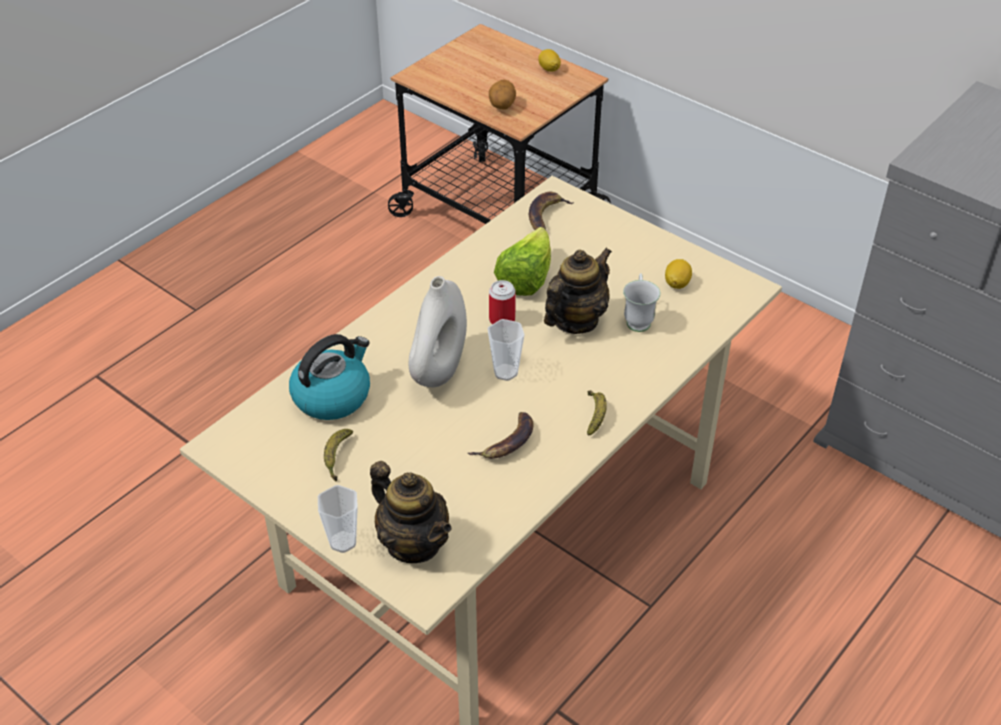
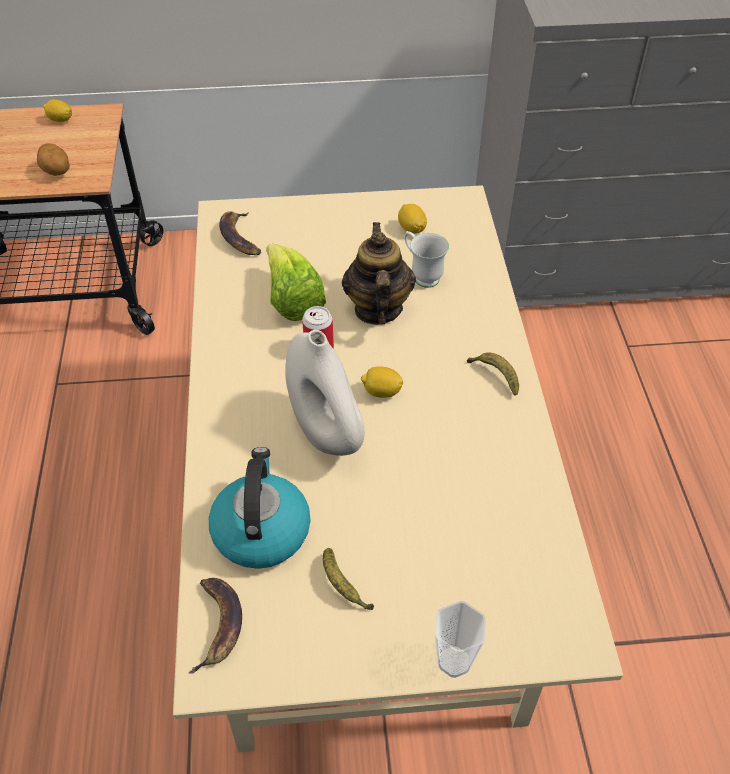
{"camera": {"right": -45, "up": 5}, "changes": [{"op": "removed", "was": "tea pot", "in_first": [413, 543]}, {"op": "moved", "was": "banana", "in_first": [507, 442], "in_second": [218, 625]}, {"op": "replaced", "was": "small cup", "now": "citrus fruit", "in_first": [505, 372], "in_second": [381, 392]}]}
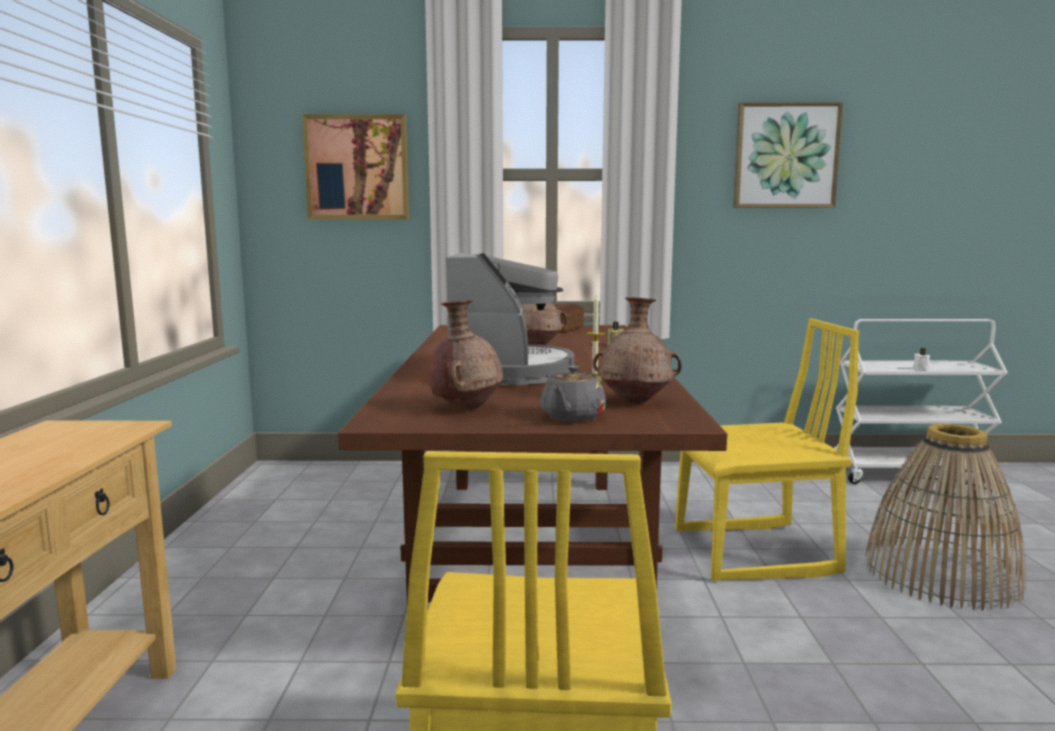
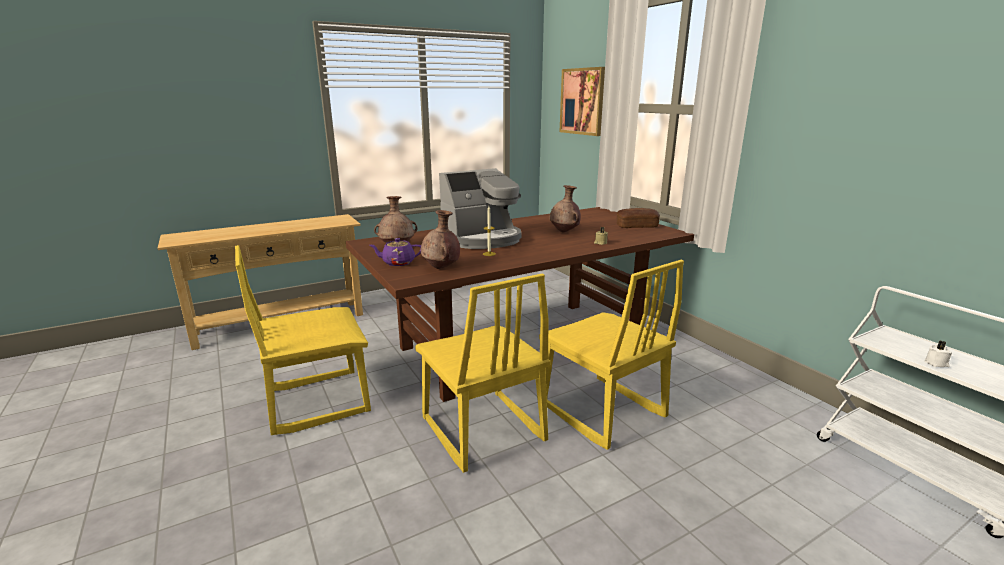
{"camera": {"right": 60, "up": 10}, "changes": [{"op": "removed", "was": "wall art", "in_first": [785, 156]}, {"op": "removed", "was": "storage basket", "in_first": [941, 574]}, {"op": "added", "now": "chair (yellowish)", "in_second": [481, 430]}, {"op": "recoloured", "was": "tea pot (gray)", "now": "tea pot (purple)", "in_first": [572, 417], "in_second": [398, 263]}]}
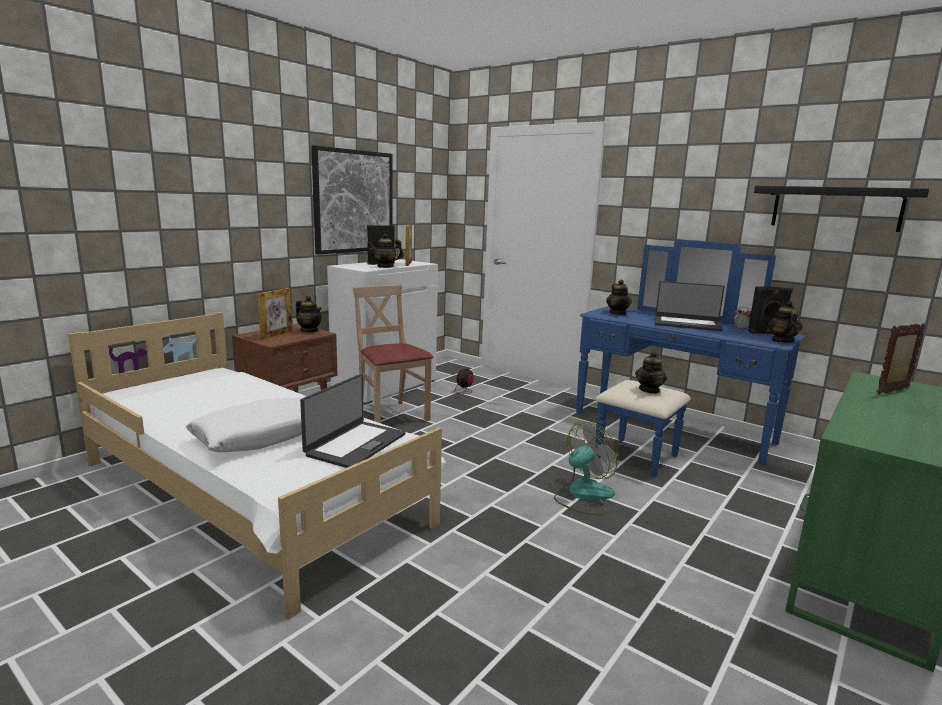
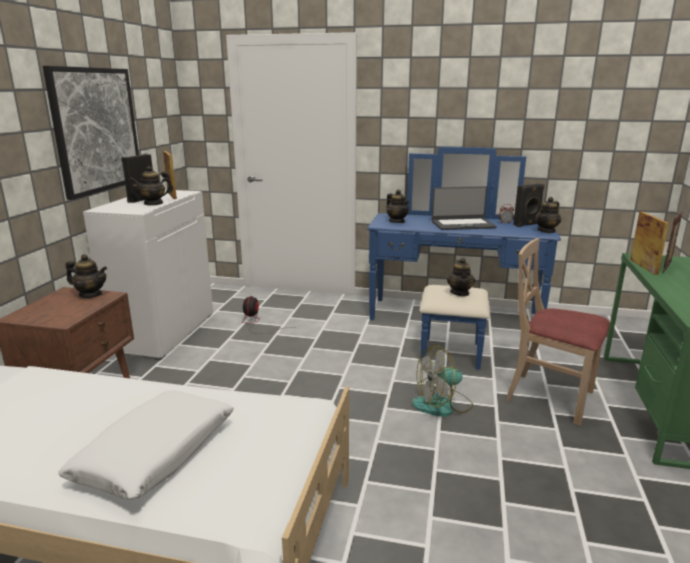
{"camera": {"right": -25, "up": 5}, "changes": [{"op": "removed", "was": "laptop", "in_first": [355, 444]}, {"op": "removed", "was": "shelf (black-coloured)", "in_first": [835, 208]}, {"op": "moved", "was": "standing frame", "in_first": [276, 334], "in_second": [643, 267]}, {"op": "moved", "was": "chair (sand-coloured)", "in_first": [391, 415], "in_second": [549, 397]}, {"op": "turned", "was": "fan", "in_first": [583, 495], "in_second": [442, 405], "clockwise": -135}, {"op": "turned", "was": "tea pot", "in_first": [782, 341], "in_second": [546, 231], "clockwise": -120}]}
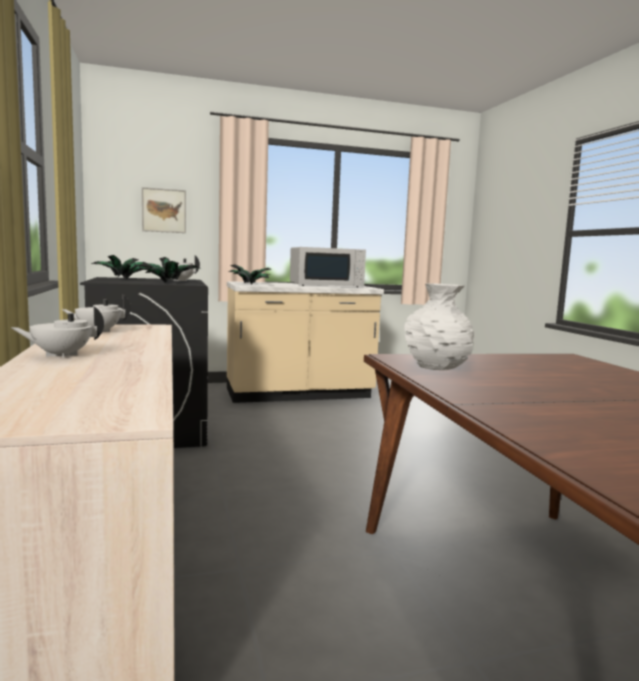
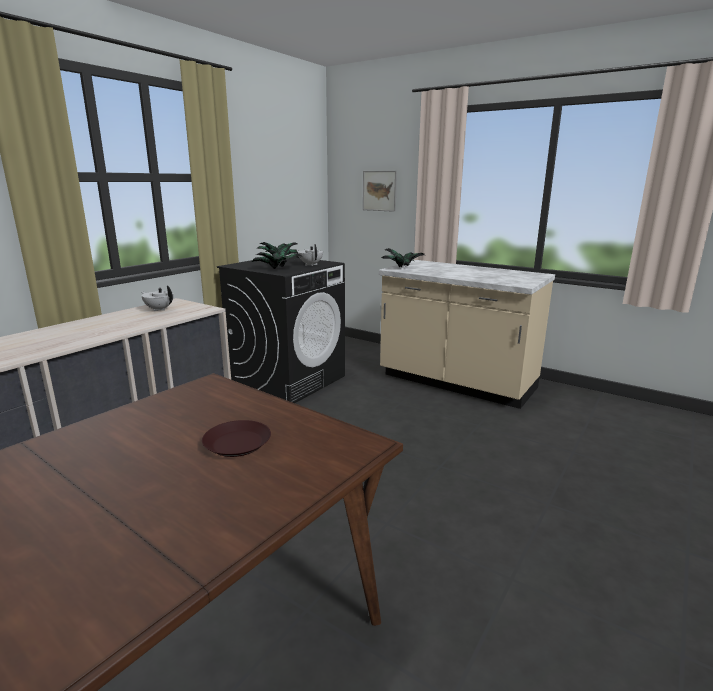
{"camera": {"right": 50, "up": 10}, "changes": [{"op": "removed", "was": "tea pot (whitish)", "in_first": [61, 355]}, {"op": "removed", "was": "microwave (whitish)", "in_first": [326, 285]}, {"op": "removed", "was": "flower vase (whitish)", "in_first": [437, 367]}, {"op": "added", "now": "plate (brownish)", "in_second": [236, 444]}]}
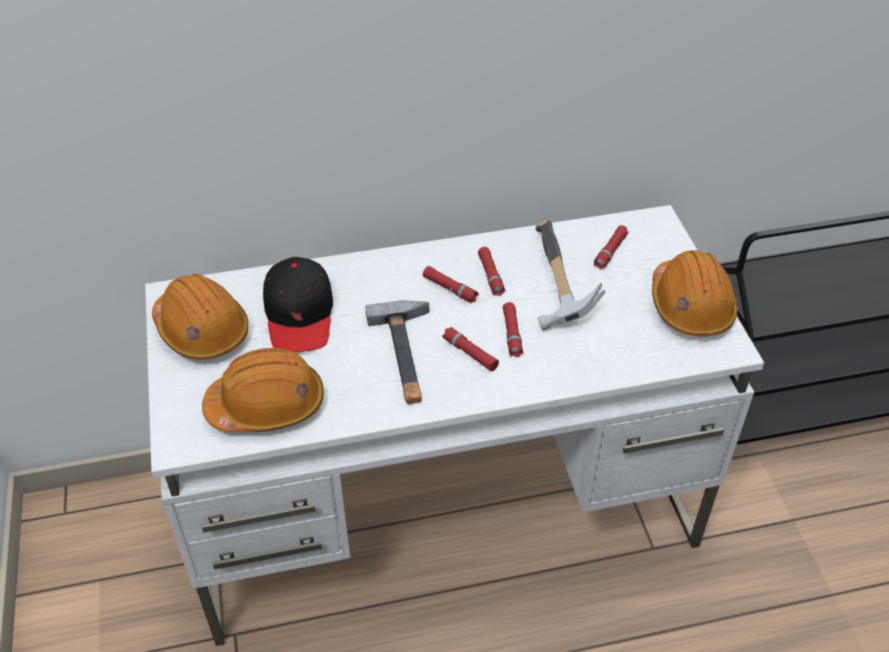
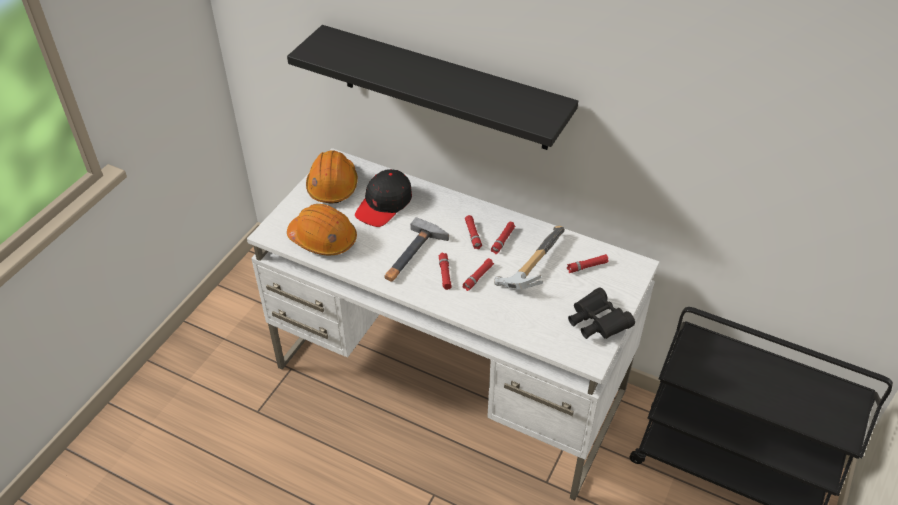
{"camera": {"right": 40, "up": 0}, "changes": [{"op": "added", "now": "shelf (black-coloured)", "in_second": [444, 88]}, {"op": "replaced", "was": "work helmet (orangey)", "now": "pair of binoculars (black-coloured)", "in_first": [690, 306], "in_second": [596, 323]}]}
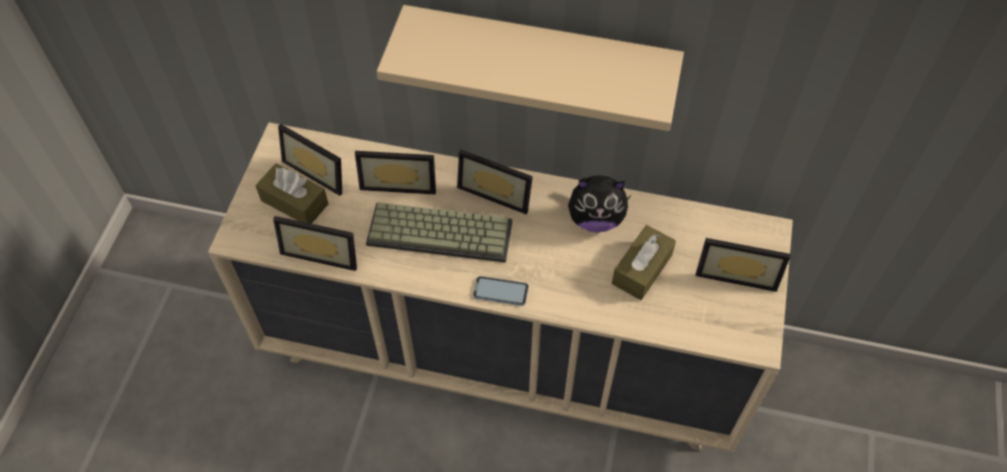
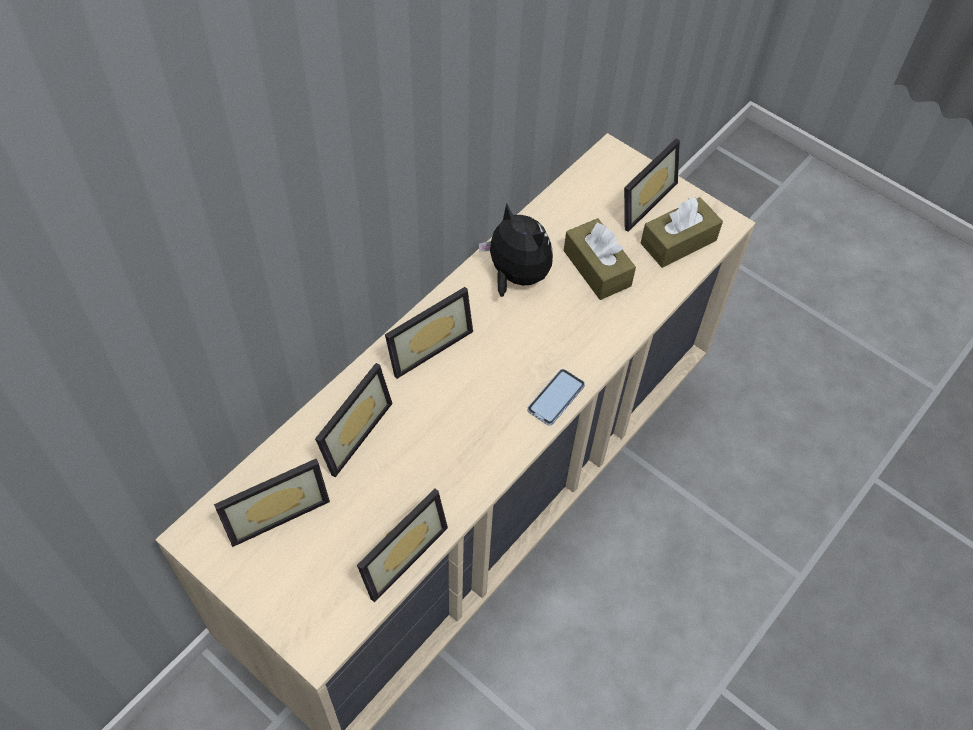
{"camera": {"right": -65, "up": 0}, "changes": [{"op": "removed", "was": "PC keyboard", "in_first": [441, 231]}, {"op": "removed", "was": "shelf (sand-coloured)", "in_first": [539, 59]}, {"op": "moved", "was": "box of tissues (brownish)", "in_first": [294, 202], "in_second": [678, 242]}, {"op": "turned", "was": "cuddly toy", "in_first": [595, 219], "in_second": [516, 276], "clockwise": -75}]}
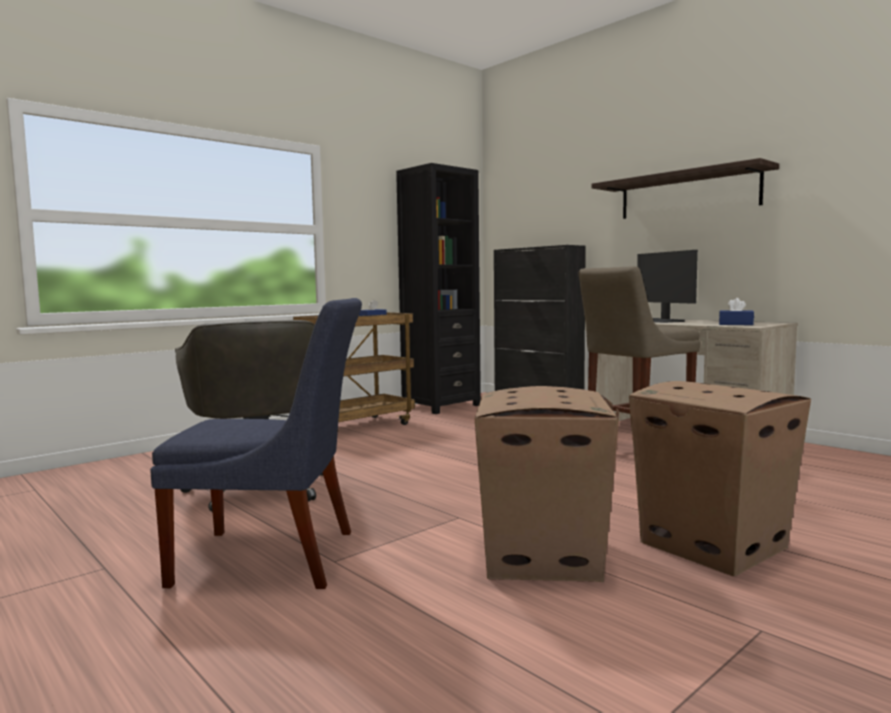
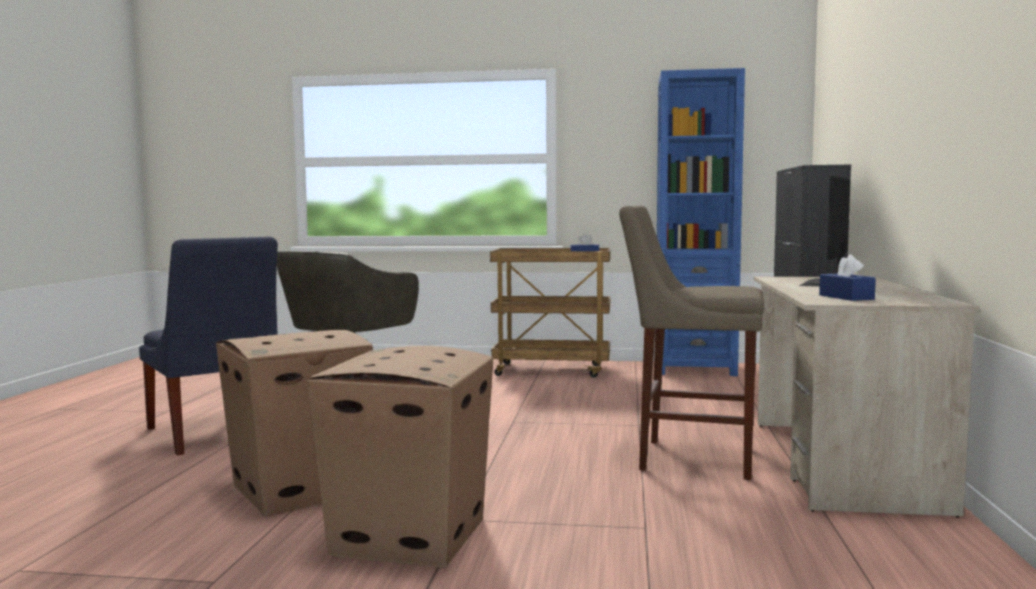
{"camera": {"right": 50, "up": 0}, "changes": [{"op": "removed", "was": "shelf", "in_first": [687, 194]}, {"op": "recoloured", "was": "bookshelf (black-coloured)", "now": "bookshelf (blue)", "in_first": [441, 406], "in_second": [694, 368]}]}
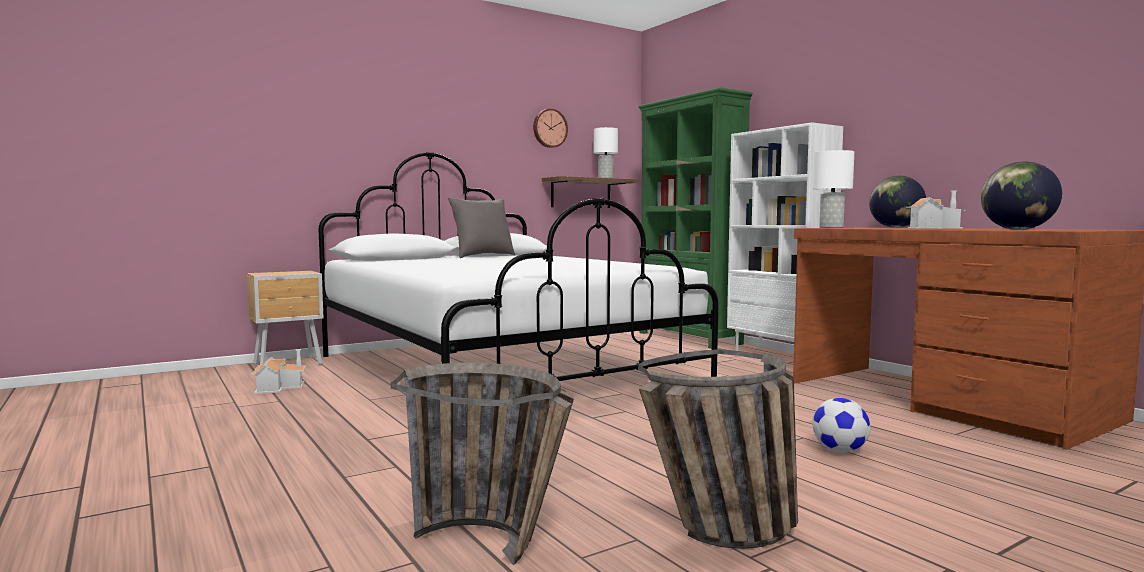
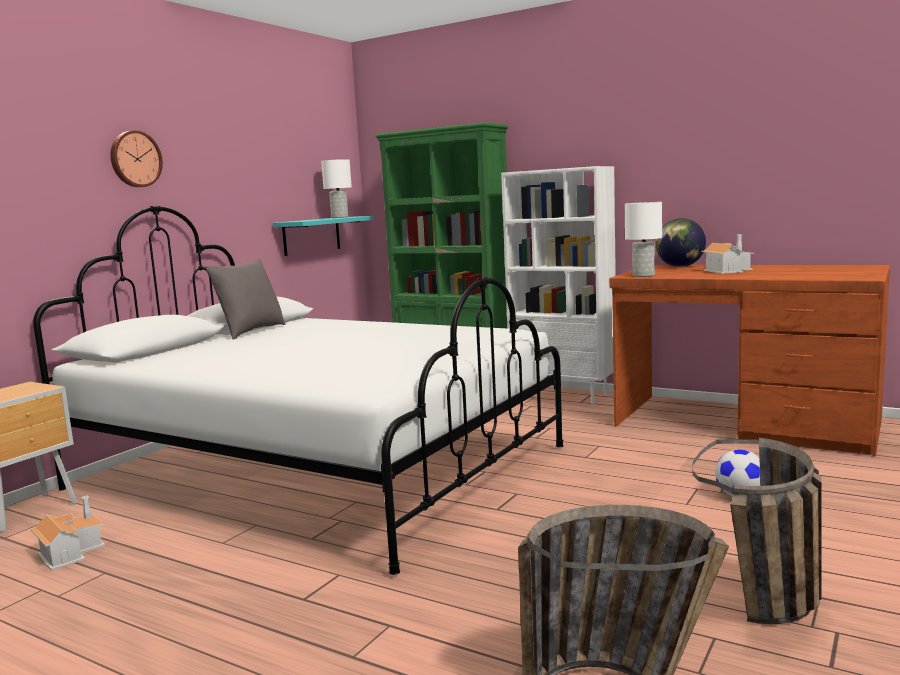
{"camera": {"right": -25, "up": 5}, "changes": [{"op": "removed", "was": "desk globe", "in_first": [1017, 229]}, {"op": "moved", "was": "wall clock", "in_first": [549, 128], "in_second": [135, 159]}, {"op": "recoloured", "was": "shelf (brownish)", "now": "shelf (blue-green)", "in_first": [581, 193], "in_second": [311, 236]}]}
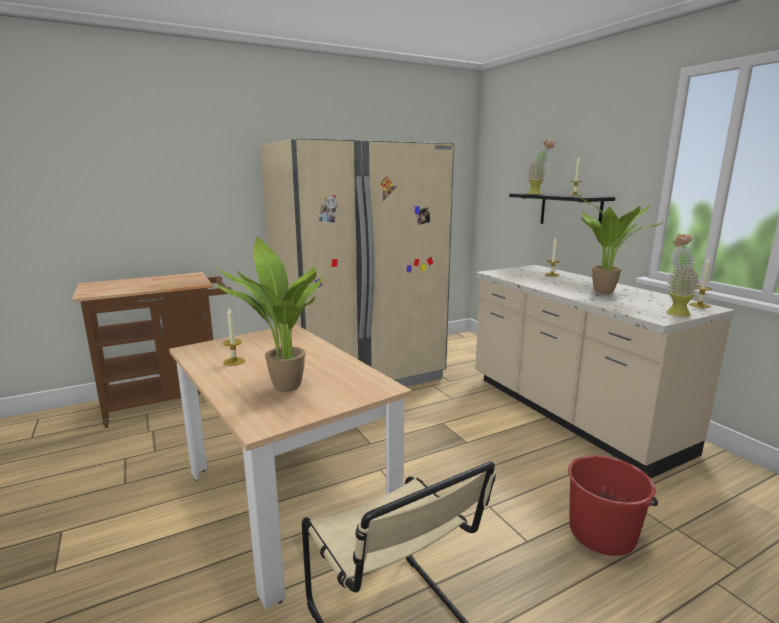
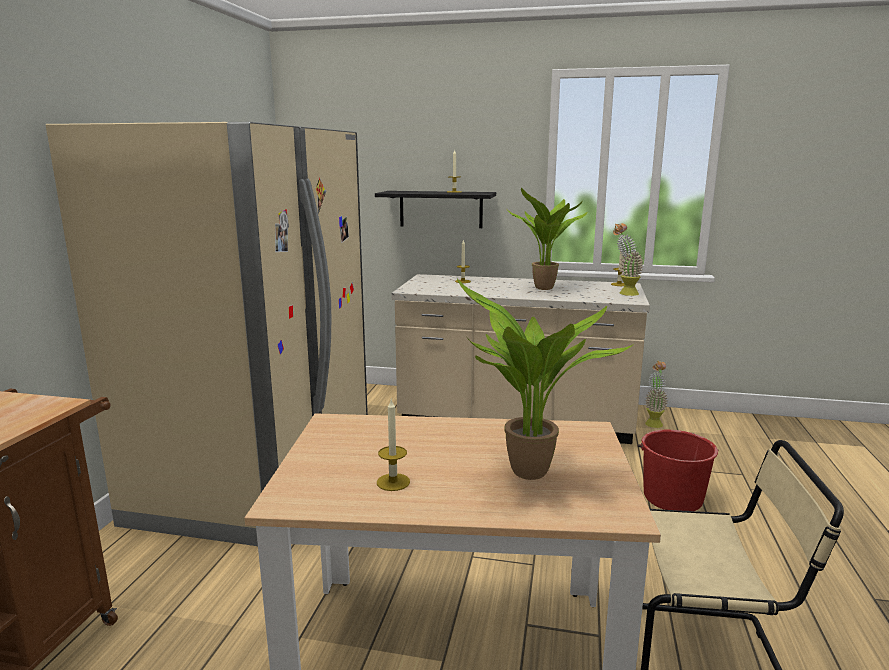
{"camera": {"right": -50, "up": 0}, "changes": [{"op": "moved", "was": "potted plant", "in_first": [537, 193], "in_second": [653, 422]}]}
